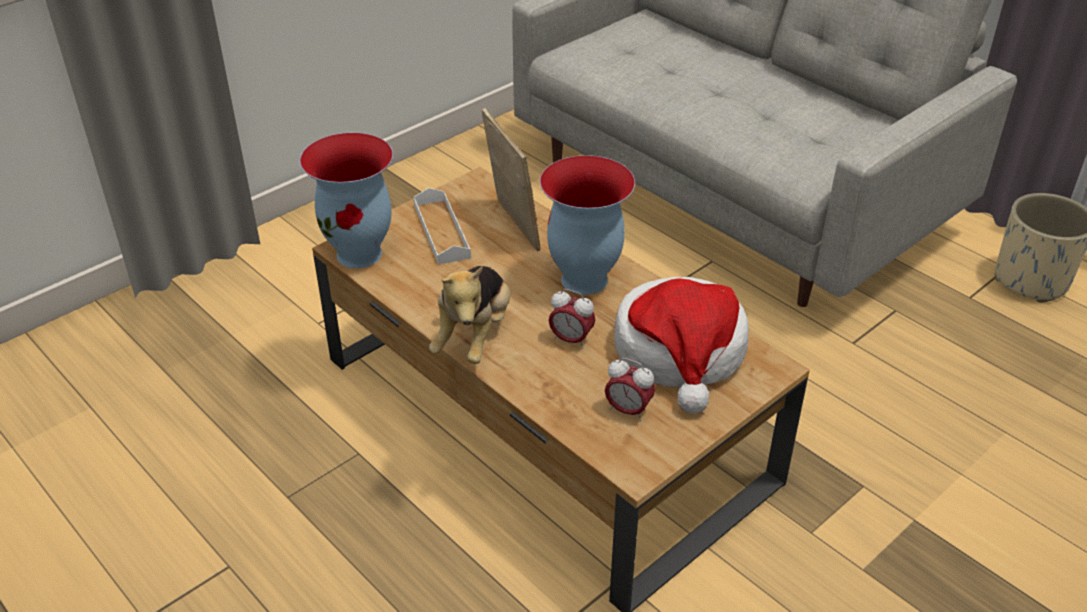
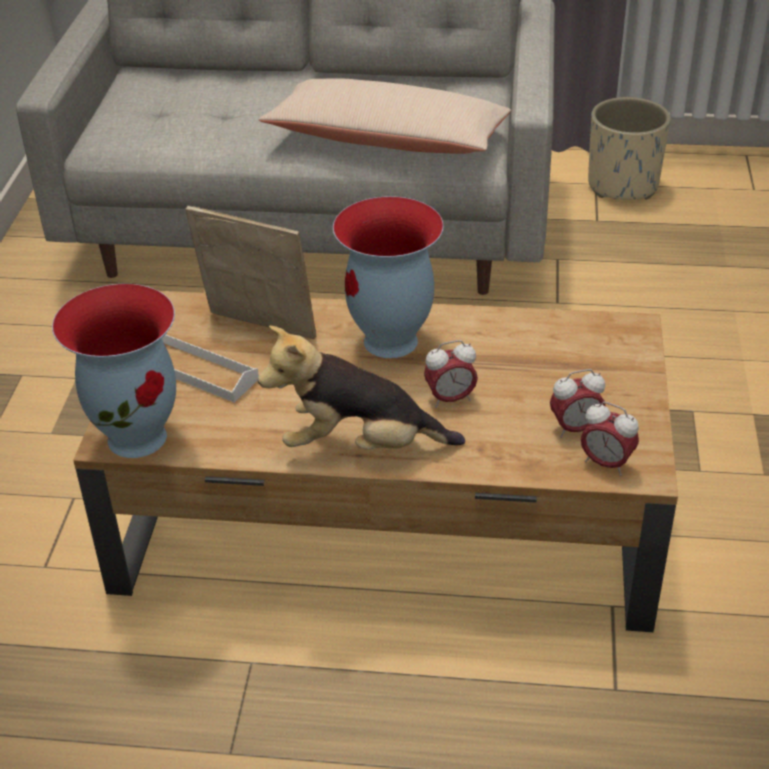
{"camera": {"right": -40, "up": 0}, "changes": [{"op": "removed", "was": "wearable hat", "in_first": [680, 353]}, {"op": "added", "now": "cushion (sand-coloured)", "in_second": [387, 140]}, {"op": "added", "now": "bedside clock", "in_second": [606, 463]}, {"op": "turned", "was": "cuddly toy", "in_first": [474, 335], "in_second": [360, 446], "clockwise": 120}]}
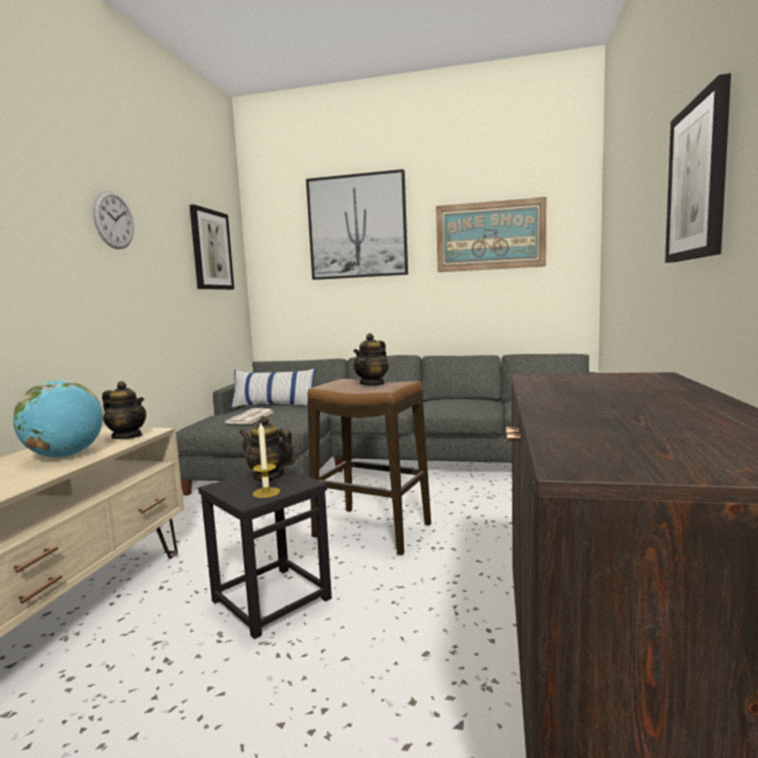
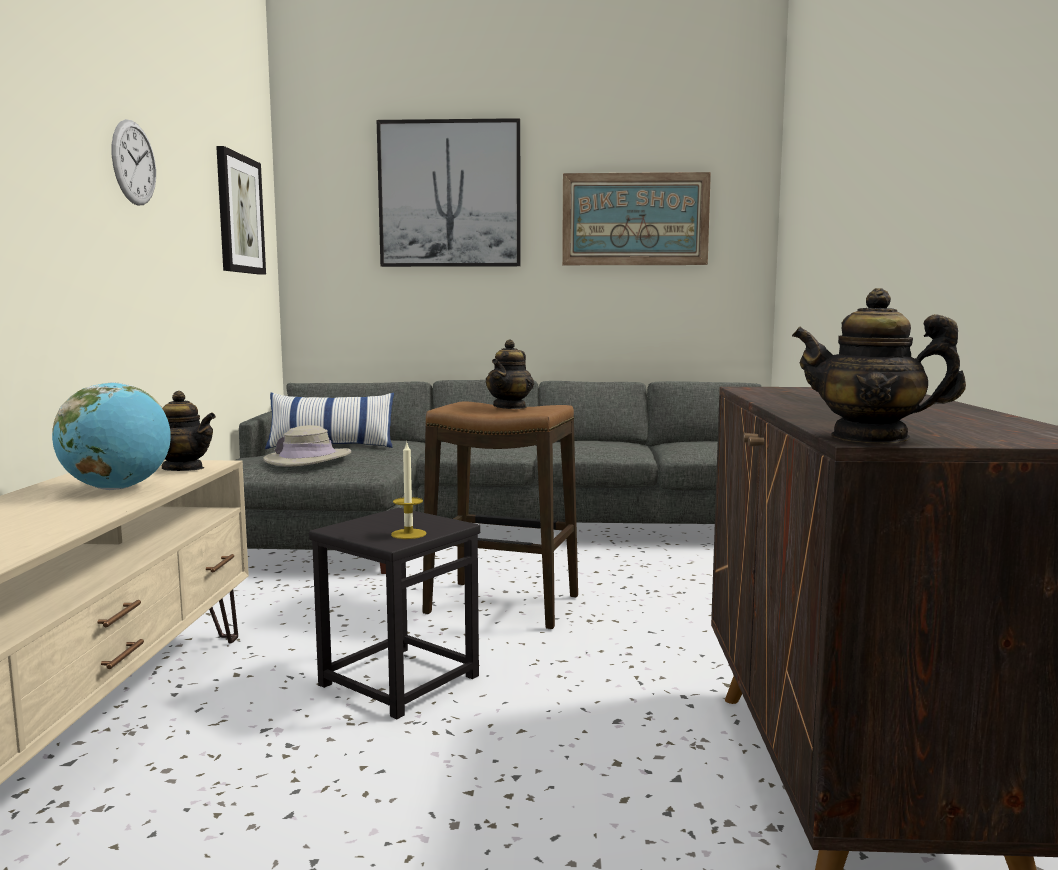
{"camera": {"right": -10, "up": 0}, "changes": [{"op": "removed", "was": "wall art", "in_first": [698, 180]}, {"op": "moved", "was": "tea pot", "in_first": [268, 477], "in_second": [870, 437]}, {"op": "replaced", "was": "newspaper", "now": "wearable hat (sand-coloured)", "in_first": [250, 417], "in_second": [308, 459]}]}
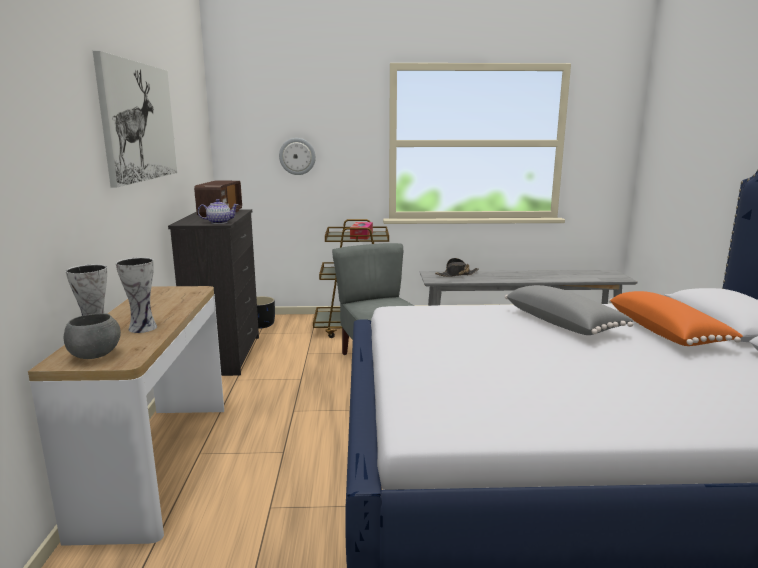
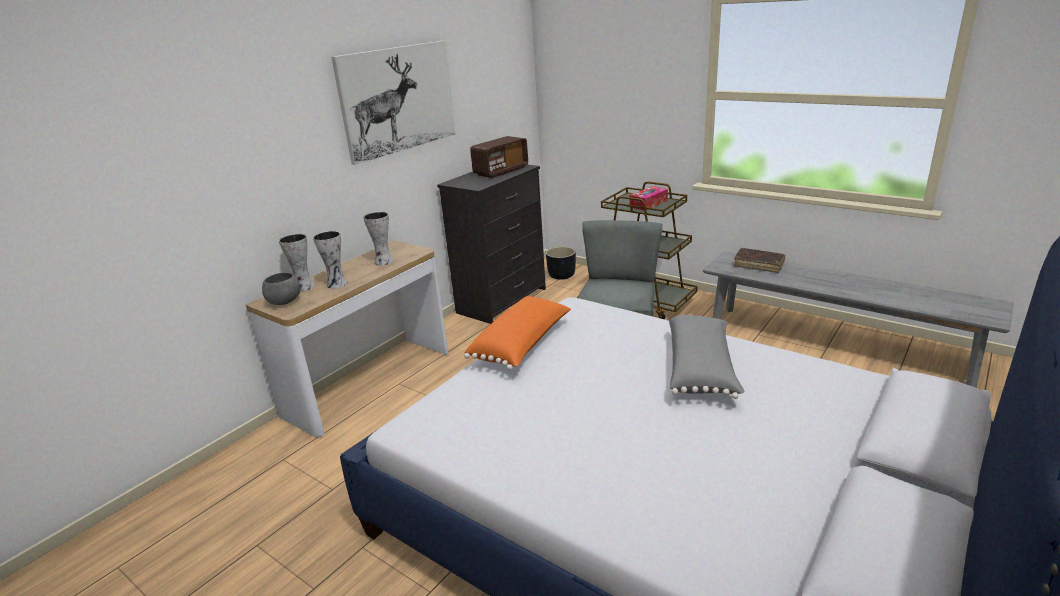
{"camera": {"right": 40, "up": 10}, "changes": [{"op": "removed", "was": "tea pot", "in_first": [219, 222]}, {"op": "removed", "was": "wall clock", "in_first": [297, 156]}, {"op": "added", "now": "flower vase", "in_second": [383, 262]}, {"op": "moved", "was": "cushion (orangey)", "in_first": [667, 333], "in_second": [523, 345]}, {"op": "replaced", "was": "wearable hat (black-coloured)", "now": "book (brownish)", "in_first": [456, 274], "in_second": [758, 265]}]}
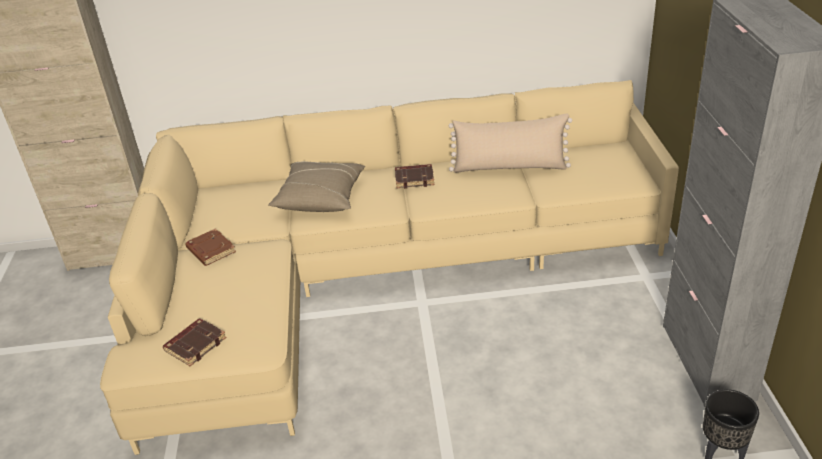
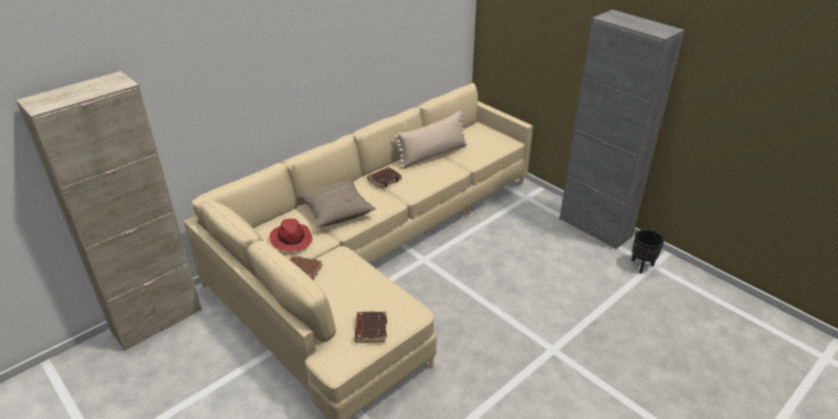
{"camera": {"right": -40, "up": 0}, "changes": [{"op": "added", "now": "wearable hat (red)", "in_second": [291, 239]}]}
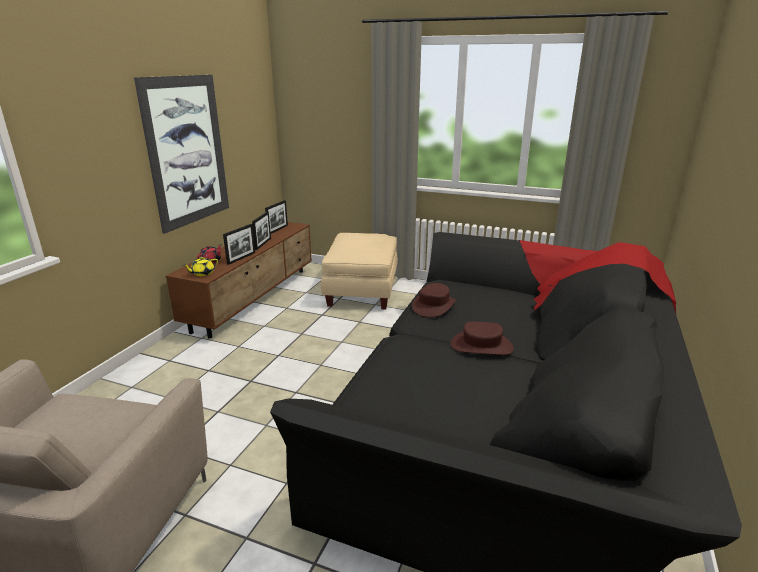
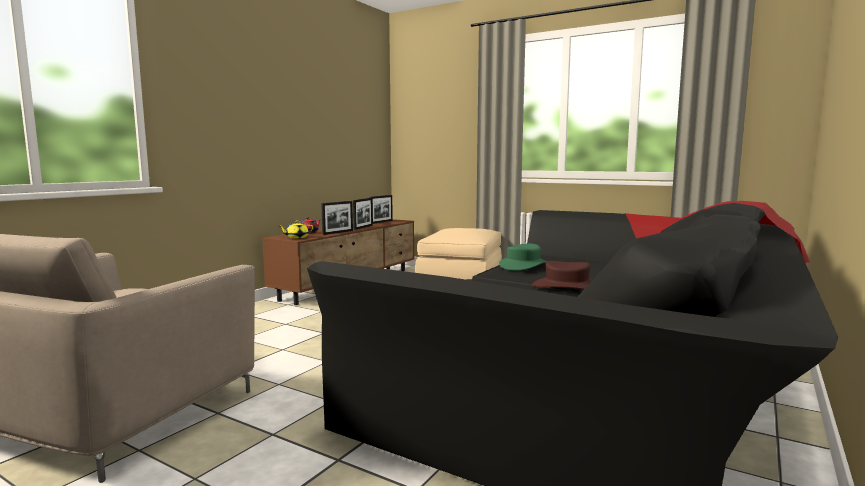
{"camera": {"right": 10, "up": -15}, "changes": [{"op": "removed", "was": "wall art", "in_first": [187, 151]}, {"op": "recoloured", "was": "wearable hat (brownish)", "now": "wearable hat (green-coloured)", "in_first": [433, 306], "in_second": [523, 265]}]}
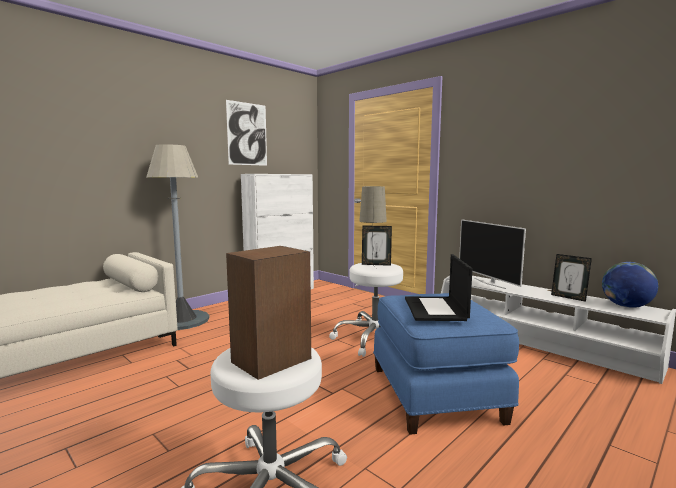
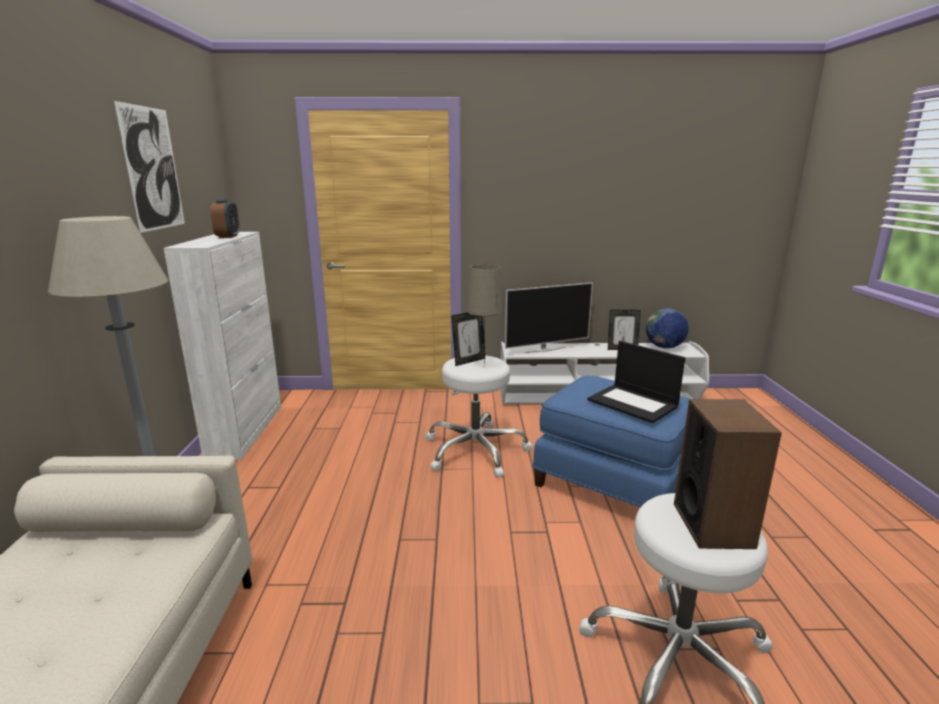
{"camera": {"right": -45, "up": 10}, "changes": [{"op": "added", "now": "bedside clock", "in_second": [228, 236]}, {"op": "turned", "was": "television", "in_first": [489, 283], "in_second": [545, 349], "clockwise": -45}]}
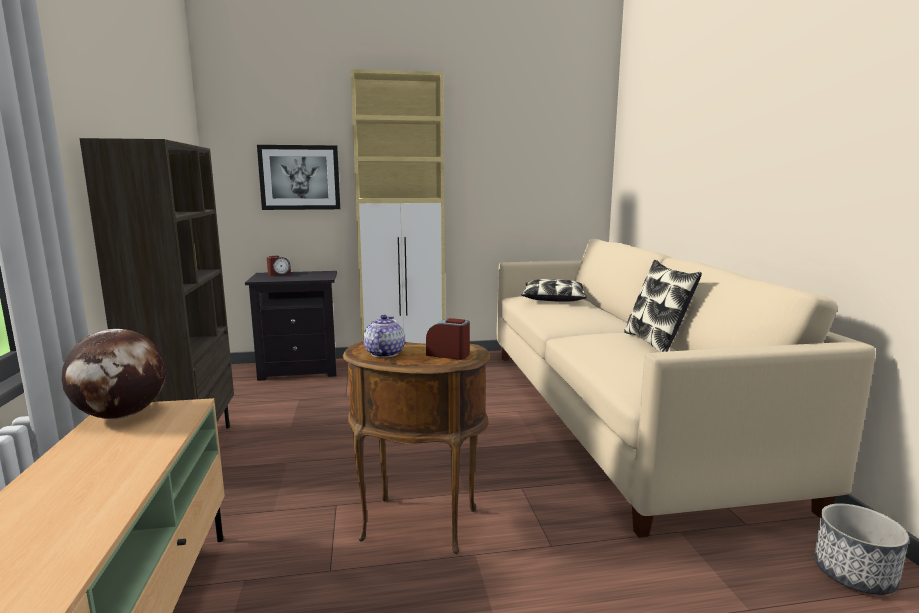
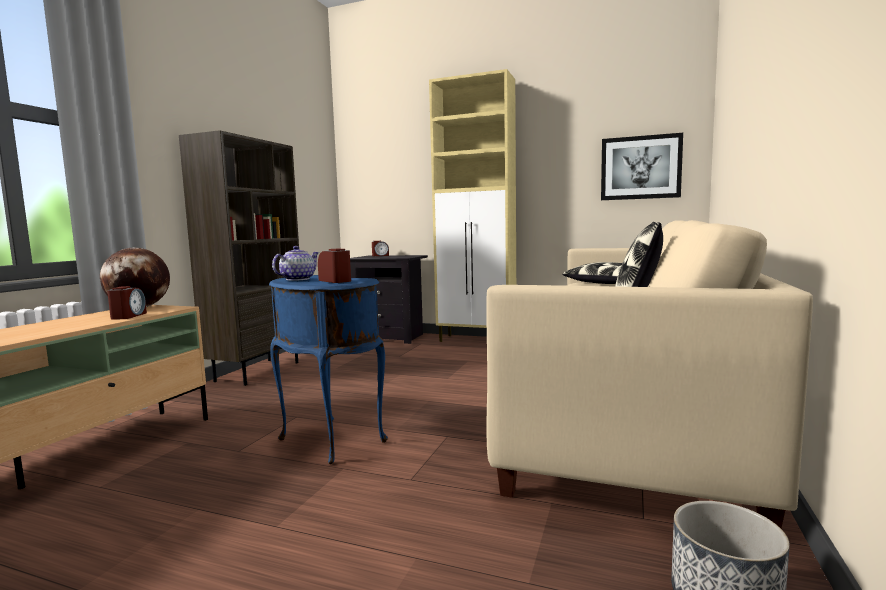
{"camera": {"right": 30, "up": -5}, "changes": [{"op": "added", "now": "bedside clock", "in_second": [128, 316]}, {"op": "moved", "was": "wall art", "in_first": [300, 177], "in_second": [640, 167]}, {"op": "recoloured", "was": "accent table (brownish)", "now": "accent table (blue)", "in_first": [417, 527], "in_second": [328, 441]}]}
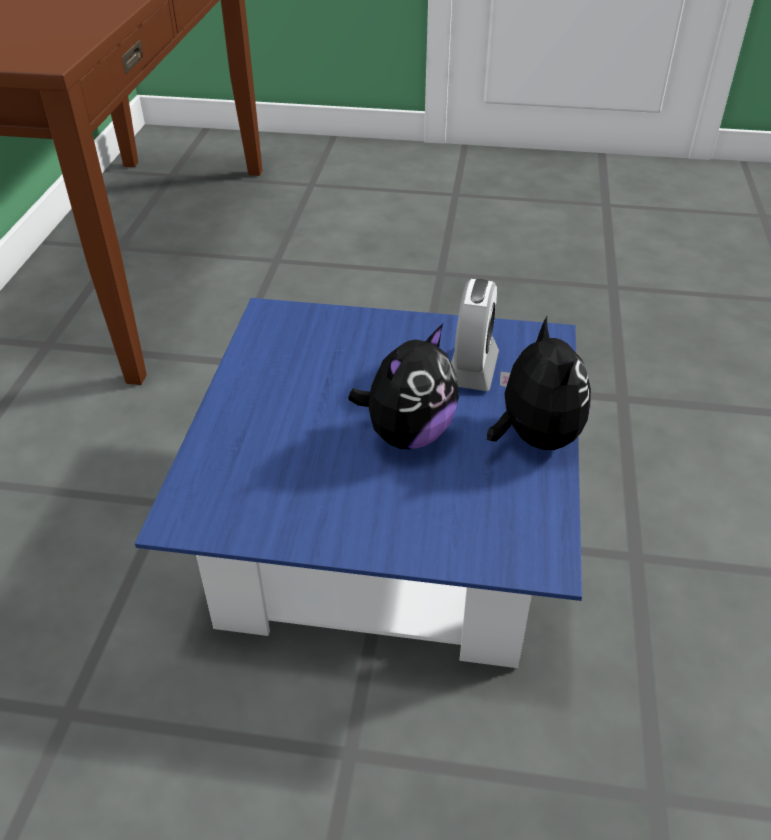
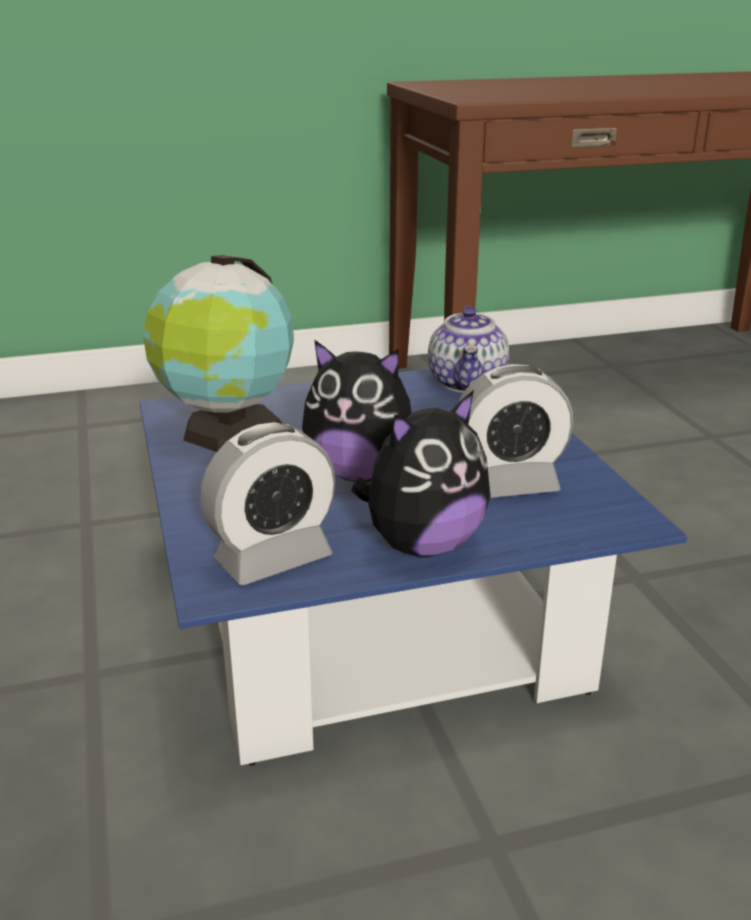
{"camera": {"right": 65, "up": -15}, "changes": [{"op": "added", "now": "desk globe", "in_second": [229, 431]}, {"op": "added", "now": "bedside clock", "in_second": [273, 559]}, {"op": "added", "now": "tea pot", "in_second": [468, 383]}]}
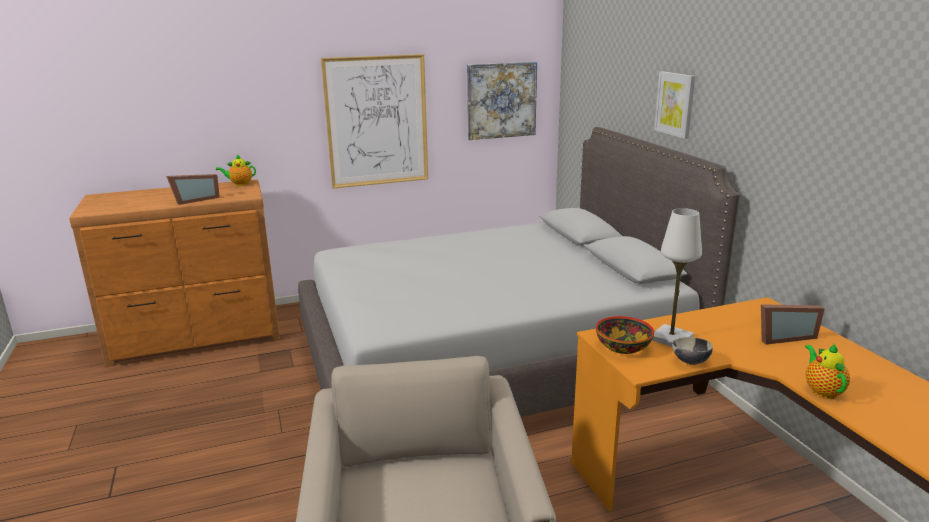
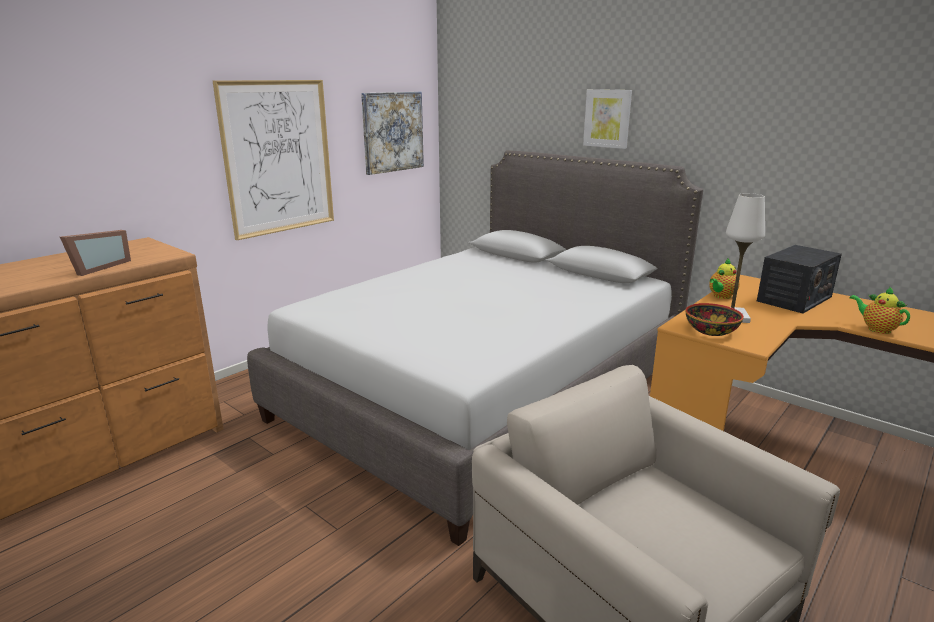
{"camera": {"right": -30, "up": 0}, "changes": [{"op": "removed", "was": "serving bowl", "in_first": [690, 362]}, {"op": "moved", "was": "tea pot", "in_first": [239, 184], "in_second": [721, 296]}, {"op": "replaced", "was": "standing frame", "now": "radio set", "in_first": [782, 337], "in_second": [794, 299]}]}
